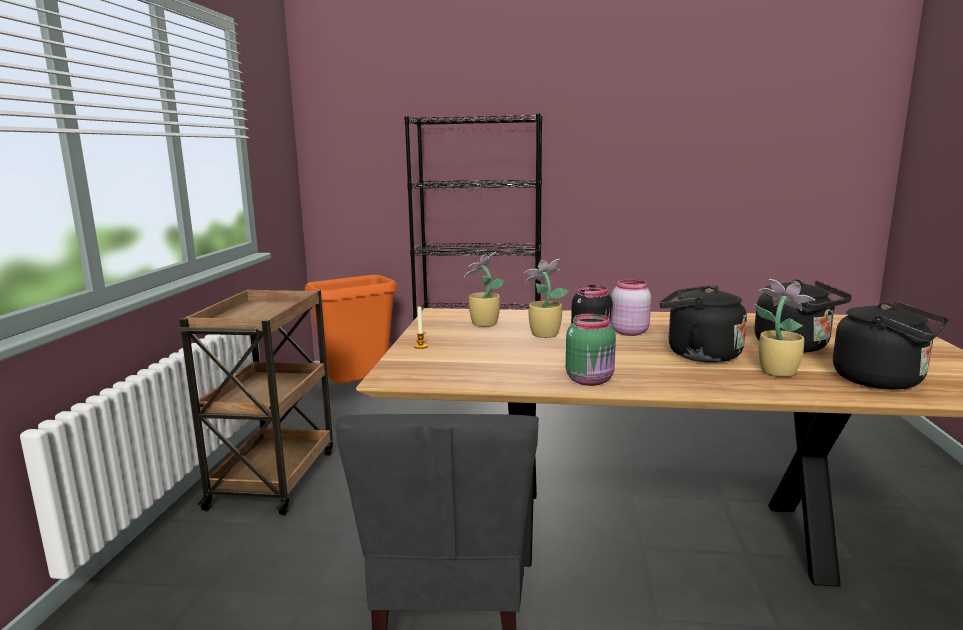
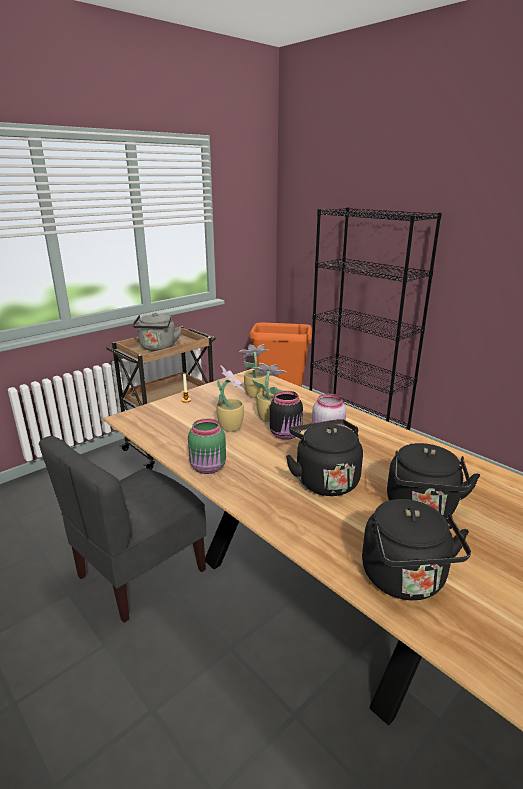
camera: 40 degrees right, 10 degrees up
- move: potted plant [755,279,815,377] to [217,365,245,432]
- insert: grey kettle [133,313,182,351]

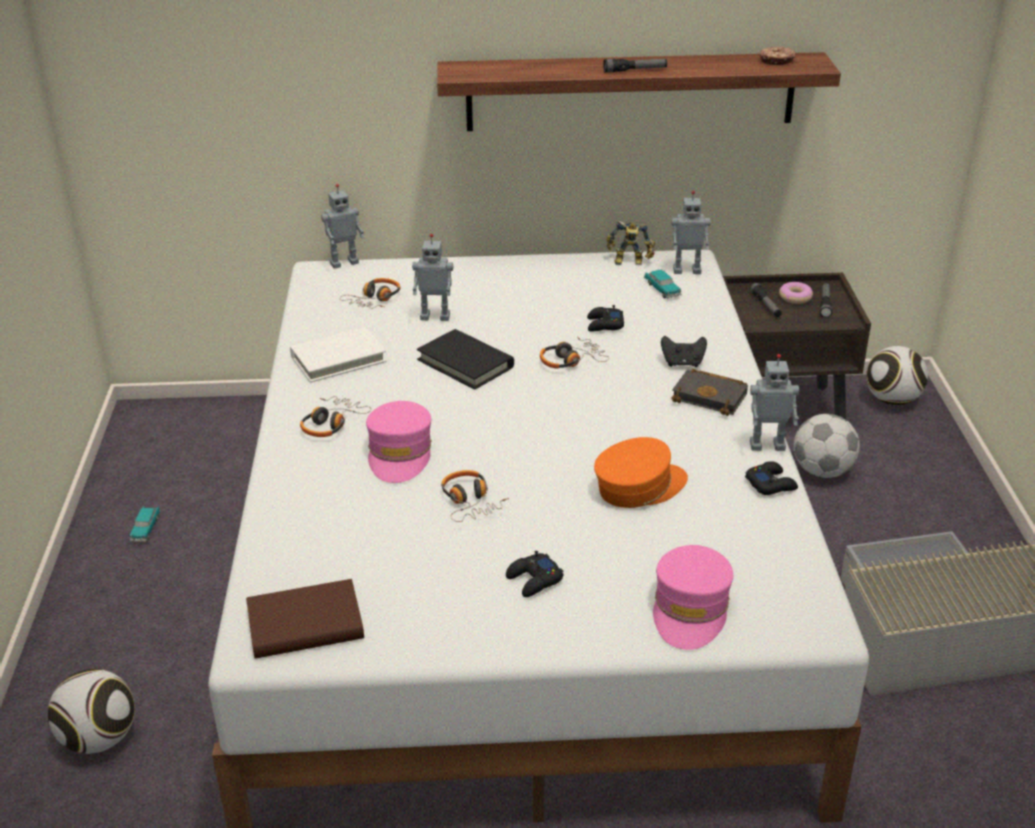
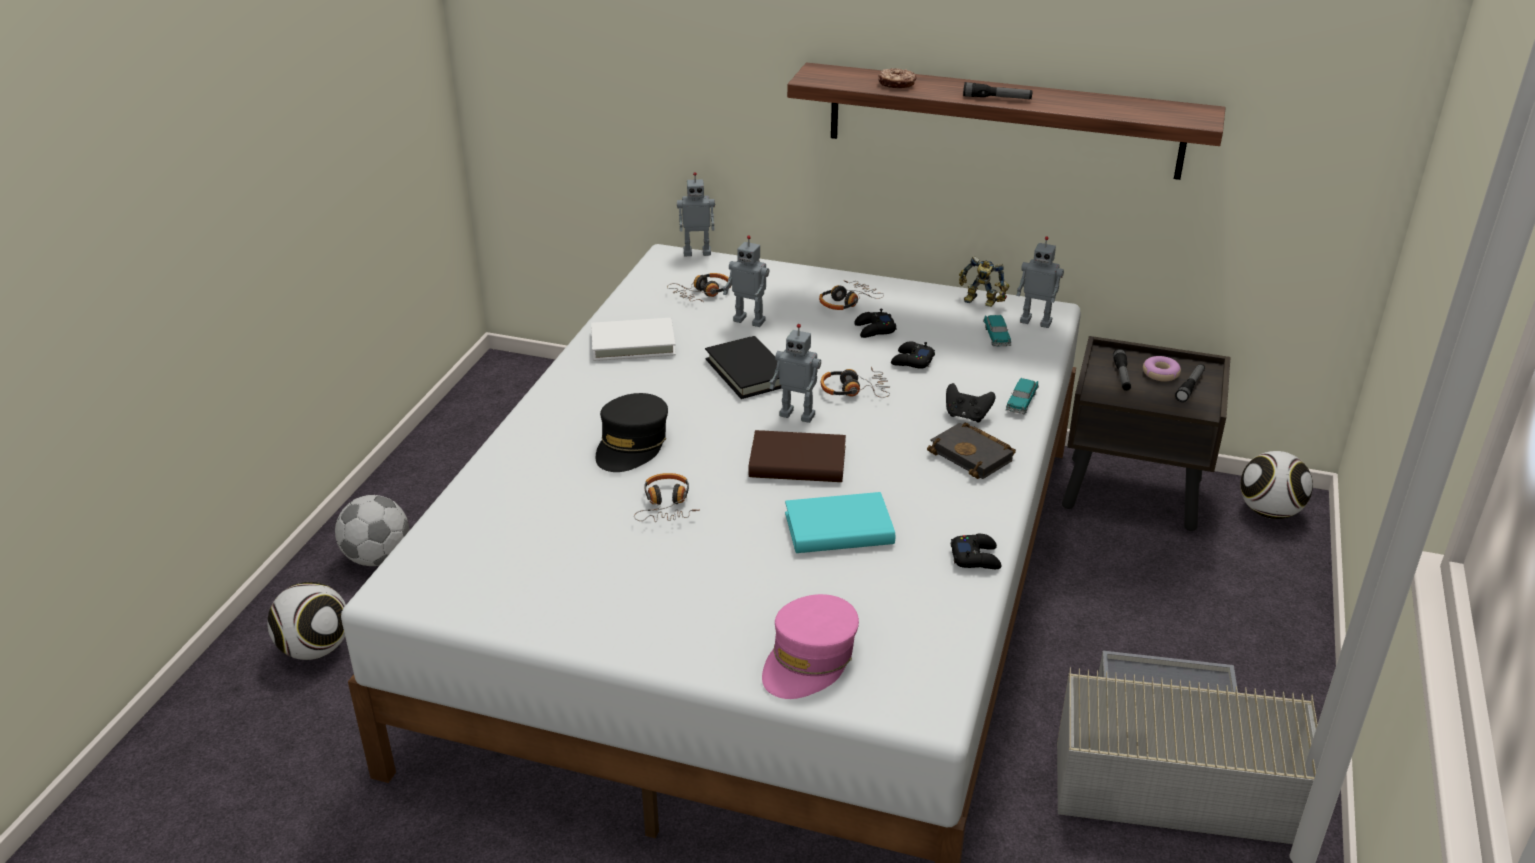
camera: 20 degrees right, 0 degrees up
- move: donut [760,46,796,65] to [878,68,917,88]
- move: toy robot [750,354,799,451] to [770,324,821,423]
- move: headphones [300,396,371,437] to [819,280,884,310]
- recolor: pink cap [366,401,432,483] to black cap [596,393,668,472]
- move: football [794,414,860,478] to [335,495,409,566]
- replace: orange cap [594,437,688,508] to turquoise book [785,492,895,553]
- move: toy car [130,506,161,542] to [1006,377,1039,414]
- move: black game controller [506,551,564,597] to [854,309,896,338]
- move: brown book [246,579,364,659] to [749,430,846,482]

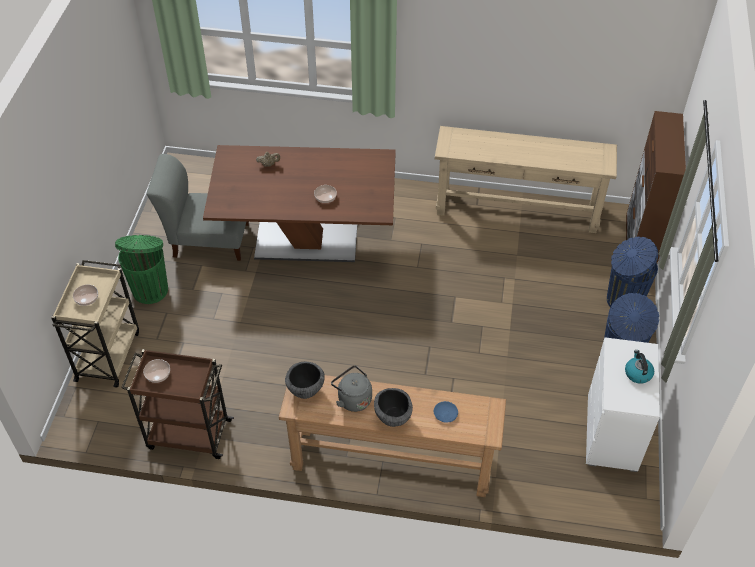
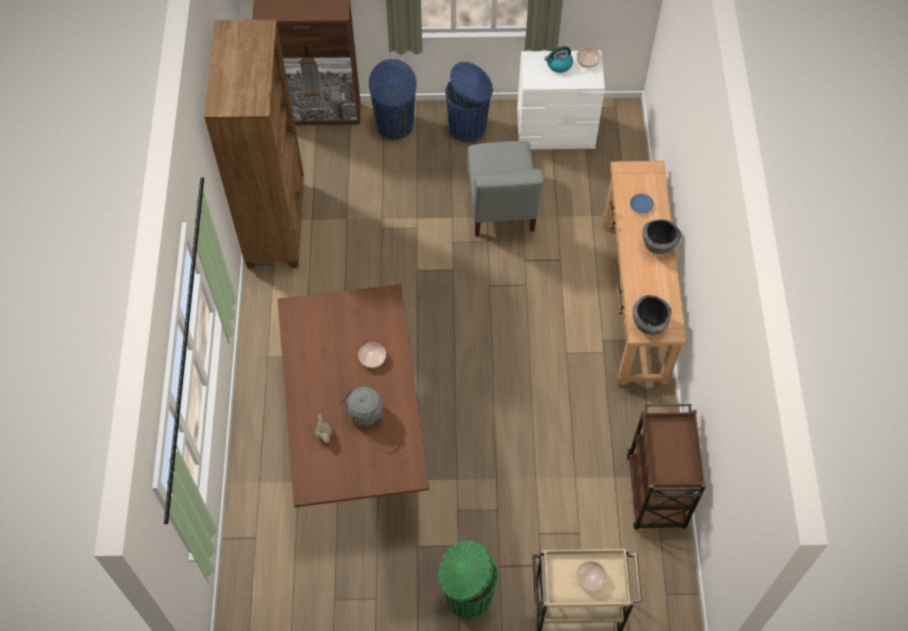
camera: 100 degrees left, 10 degrees up
- replace: beige console table [435,126,617,233] to brown bookcase [204,20,304,268]
- move: grey chair [147,154,249,261] to [467,141,544,236]
- move: bowl [143,359,170,383] to [576,47,601,68]
- move: grey kettle [331,365,372,412] to [339,387,385,427]

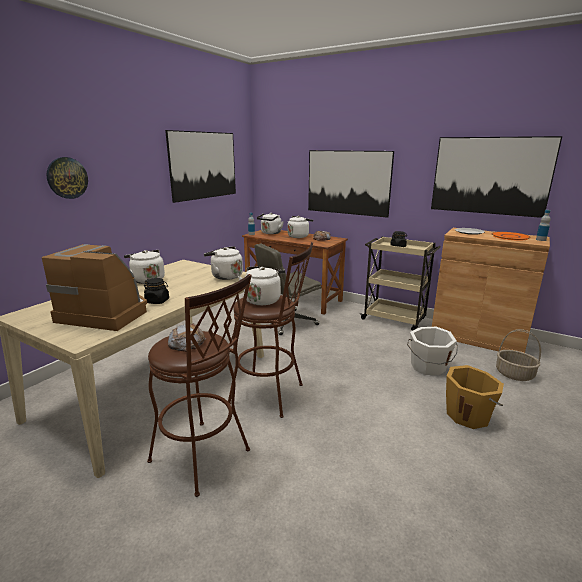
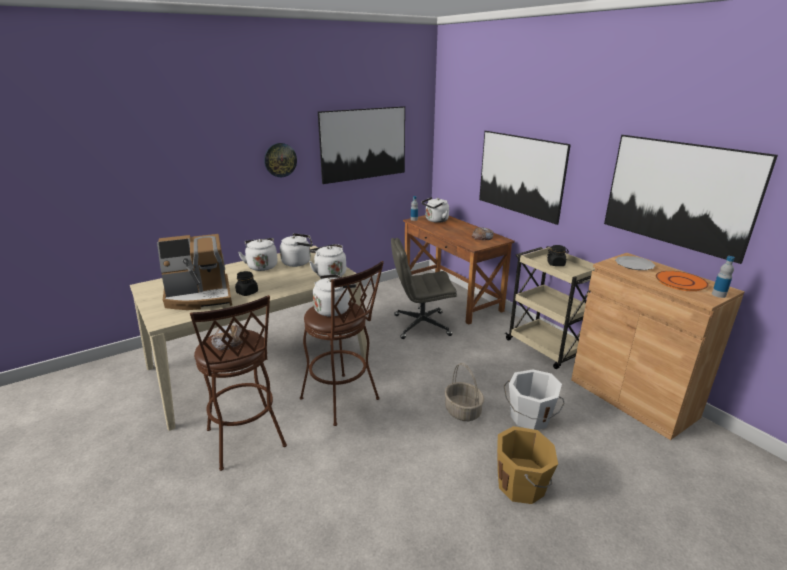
camera: 25 degrees right, 5 degrees up
- move: wall clock [47,157,88,199] to [264,143,297,177]
- move: white kettle [288,216,313,238] to [280,233,313,267]
- rotate: coffee machine [42,244,147,331] = [157,234,232,310] 120 degrees clockwise
- move: basket [496,329,541,381] to [444,363,484,421]

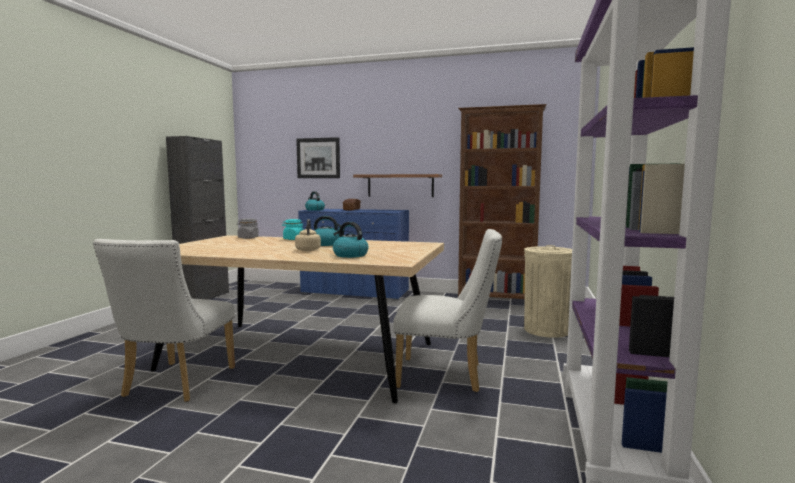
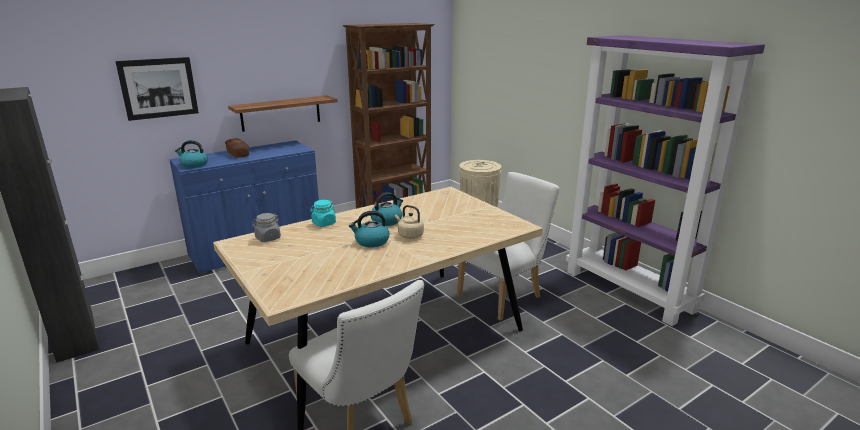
camera: 50 degrees left, 15 degrees up
- move: kettle [333,222,369,258] to [349,211,389,248]

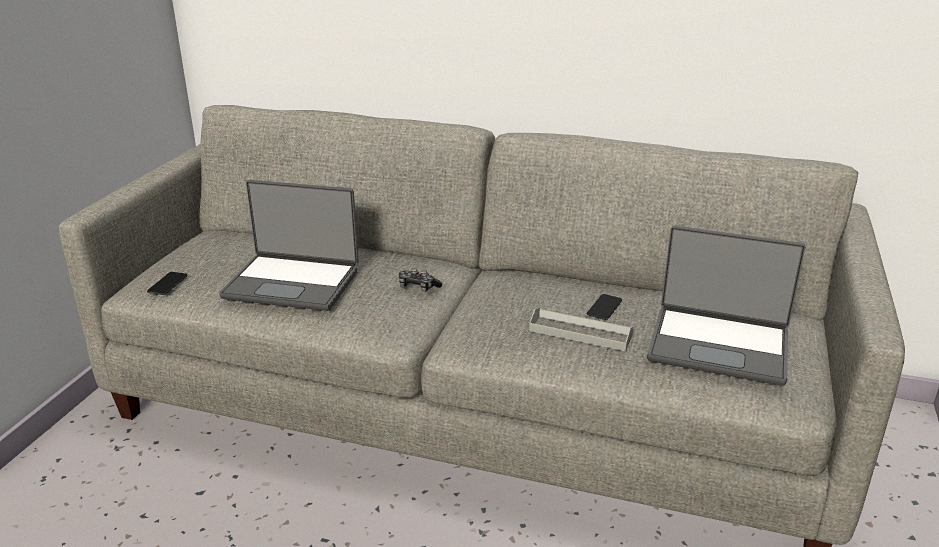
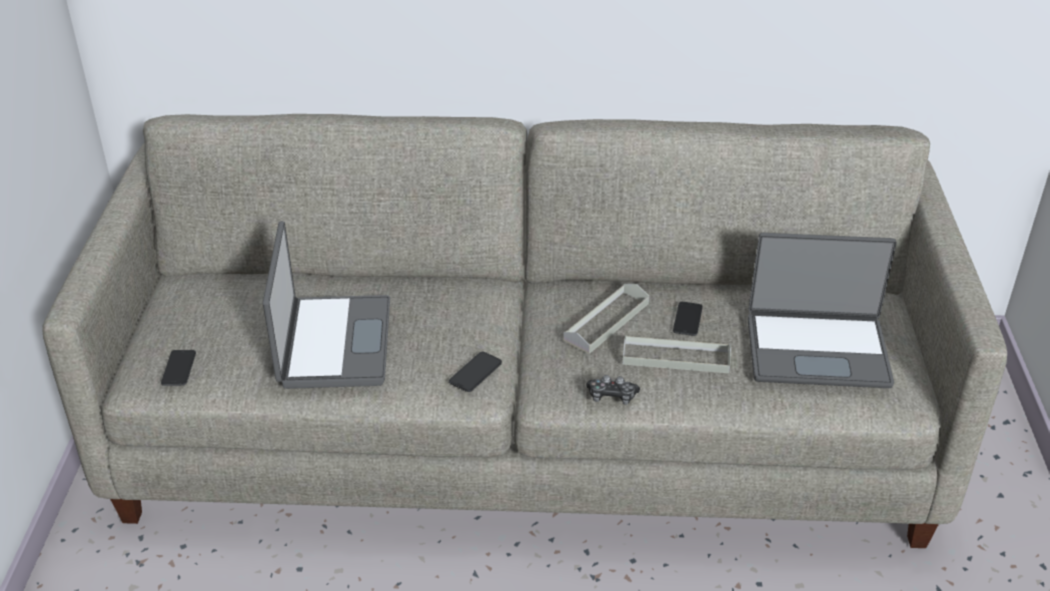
camera: 15 degrees left, 10 degrees up
- rotate: laptop [219,180,359,311] = [263,221,390,389] 90 degrees counterclockwise
- move: game controller [399,268,442,292] to [586,375,640,405]
- insert: grey tray [563,284,649,354]
- insert: phone [449,352,502,392]

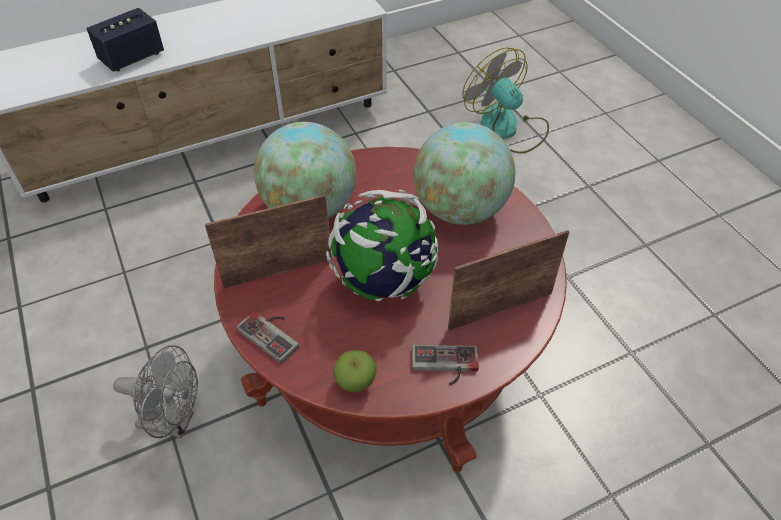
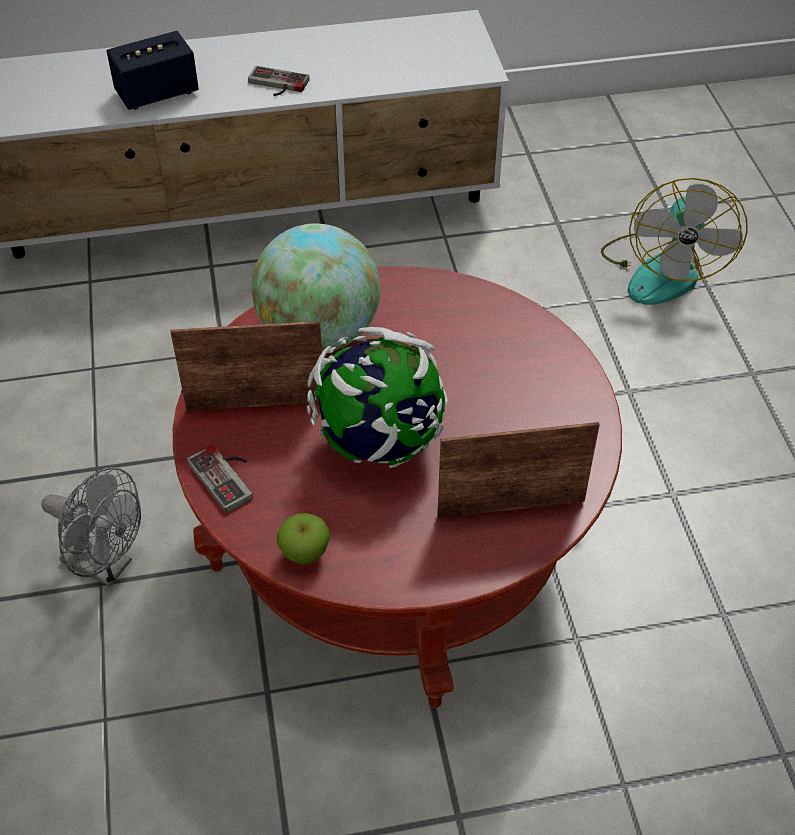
camera: 15 degrees right, 0 degrees up
- rotate: fan [463,47,549,153] = [601,178,748,305] 150 degrees counterclockwise
- delete: globe [413,122,515,225]
- move: game controller [412,345,479,385] to [248,66,309,96]

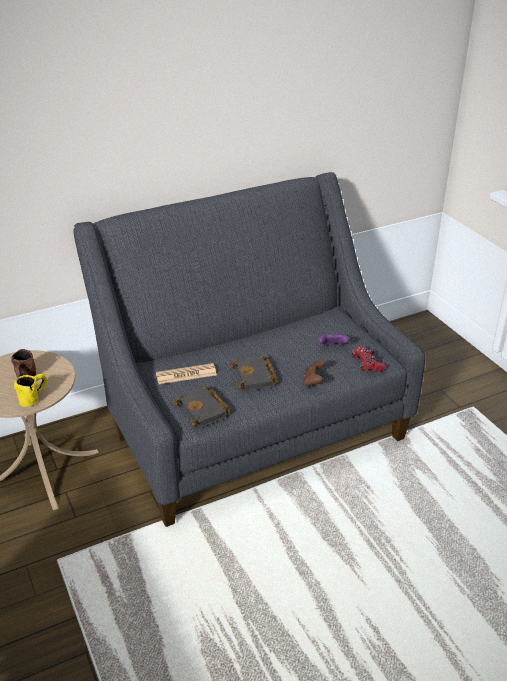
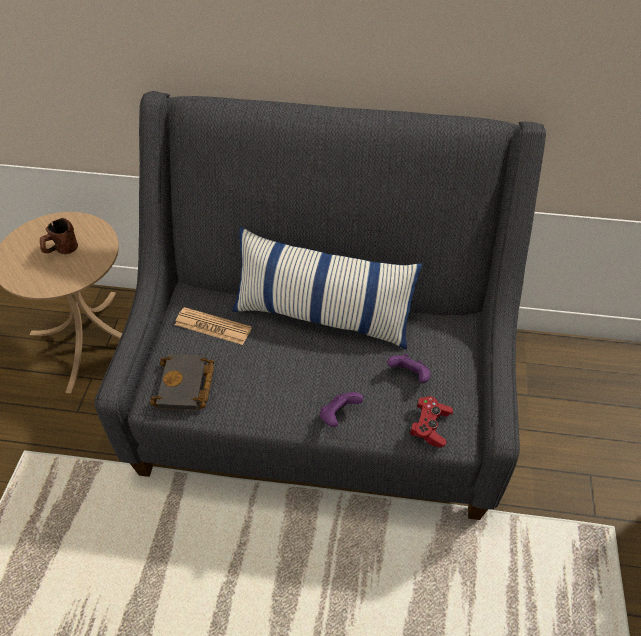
camera: 35 degrees right, 15 degrees up
- delete: black book [230,355,278,391]
- recolor: brown game controller [303,360,325,388] to purple game controller [319,392,363,427]
- delete: yellow mug [14,374,47,407]
- insert: pillow [232,227,422,349]

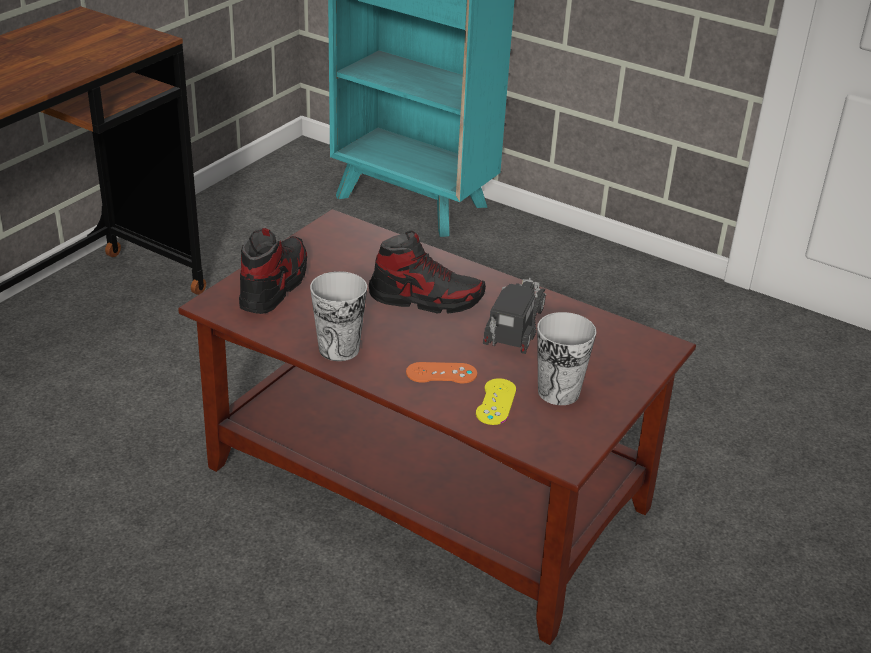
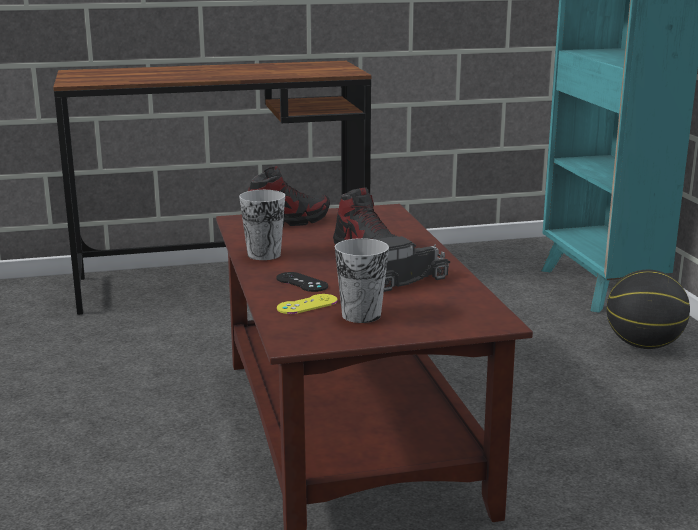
camera: 45 degrees right, 15 degrees down
- recolor: orange game controller [406,362,477,384] to black game controller [276,272,328,292]
- insert: basketball [607,270,690,349]

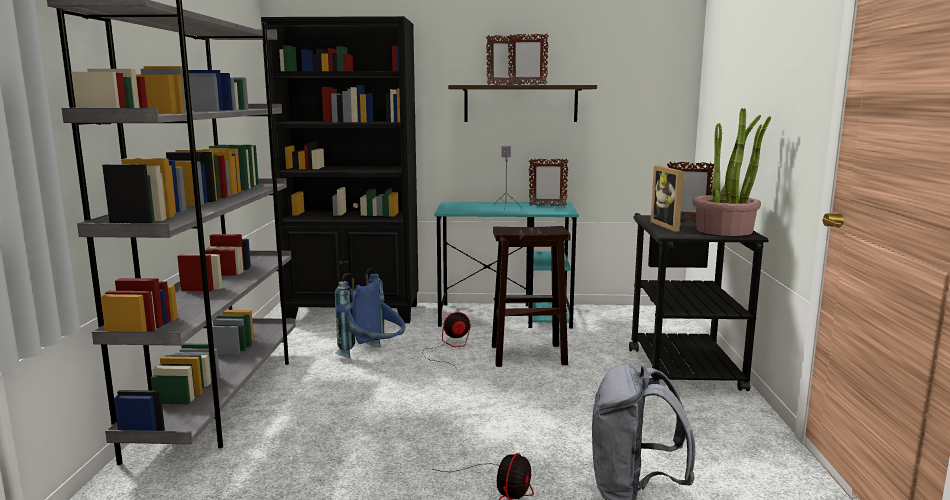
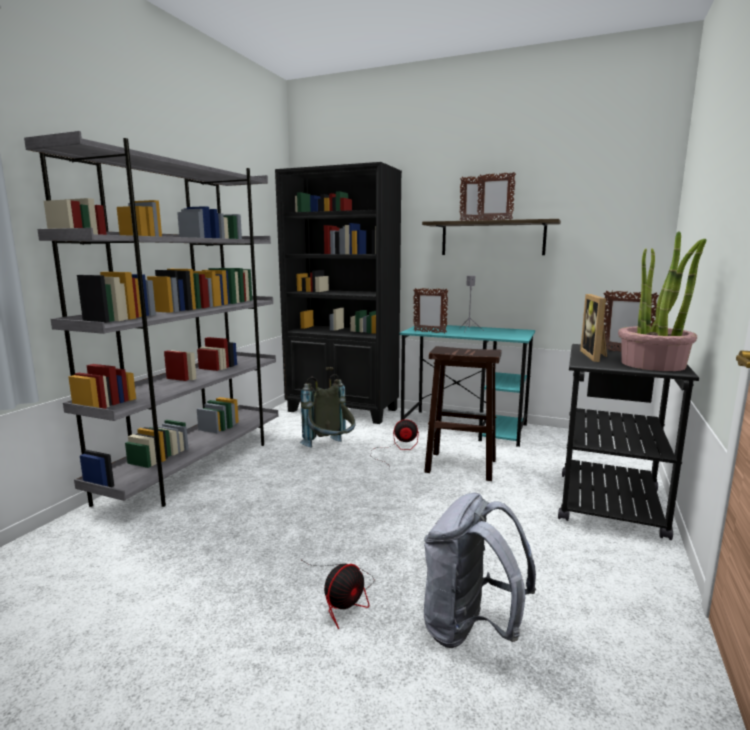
camera: 20 degrees right, 0 degrees up
- move: picture frame [529,159,569,207] to [413,288,448,334]
- recolor: blue backpack [335,268,405,358] to grey backpack [300,374,356,448]

